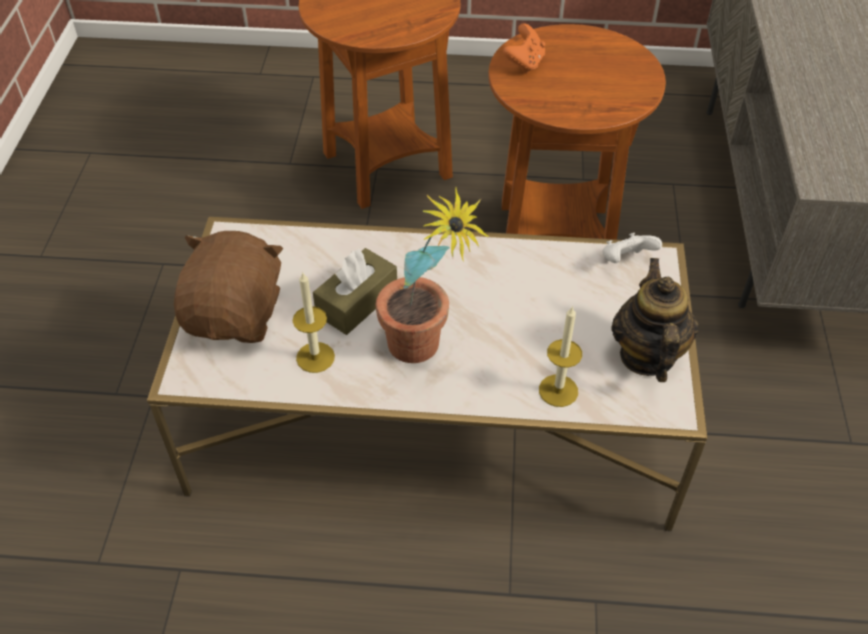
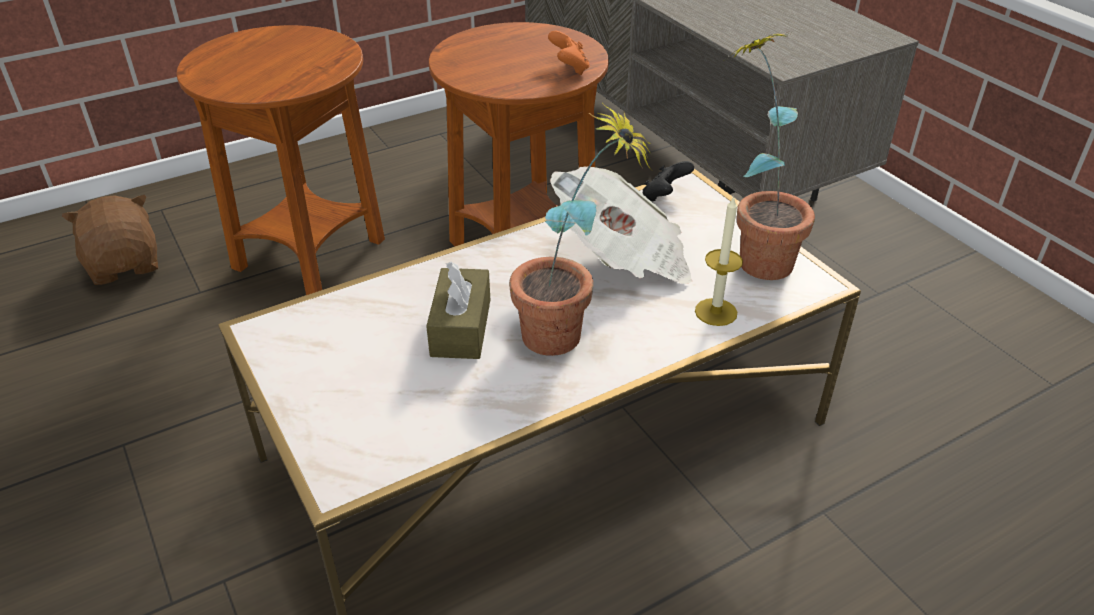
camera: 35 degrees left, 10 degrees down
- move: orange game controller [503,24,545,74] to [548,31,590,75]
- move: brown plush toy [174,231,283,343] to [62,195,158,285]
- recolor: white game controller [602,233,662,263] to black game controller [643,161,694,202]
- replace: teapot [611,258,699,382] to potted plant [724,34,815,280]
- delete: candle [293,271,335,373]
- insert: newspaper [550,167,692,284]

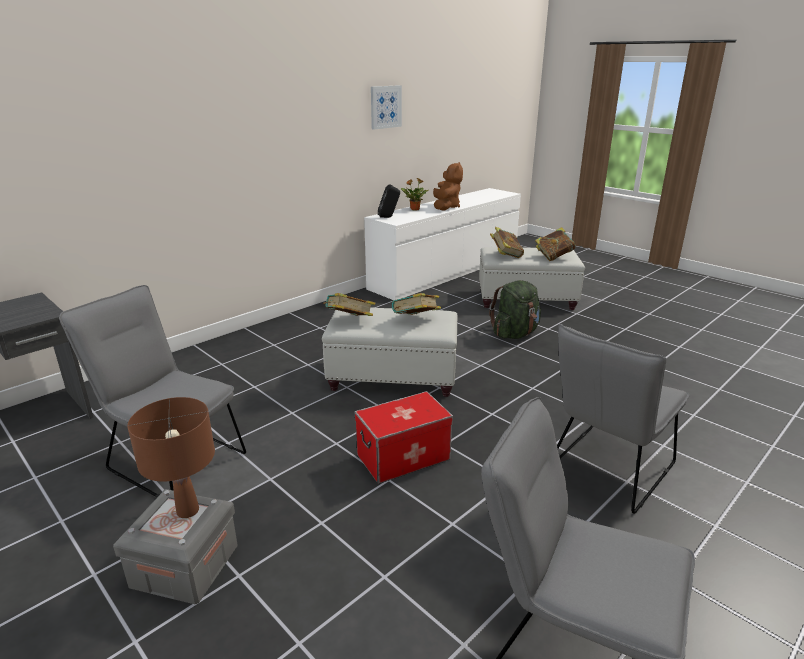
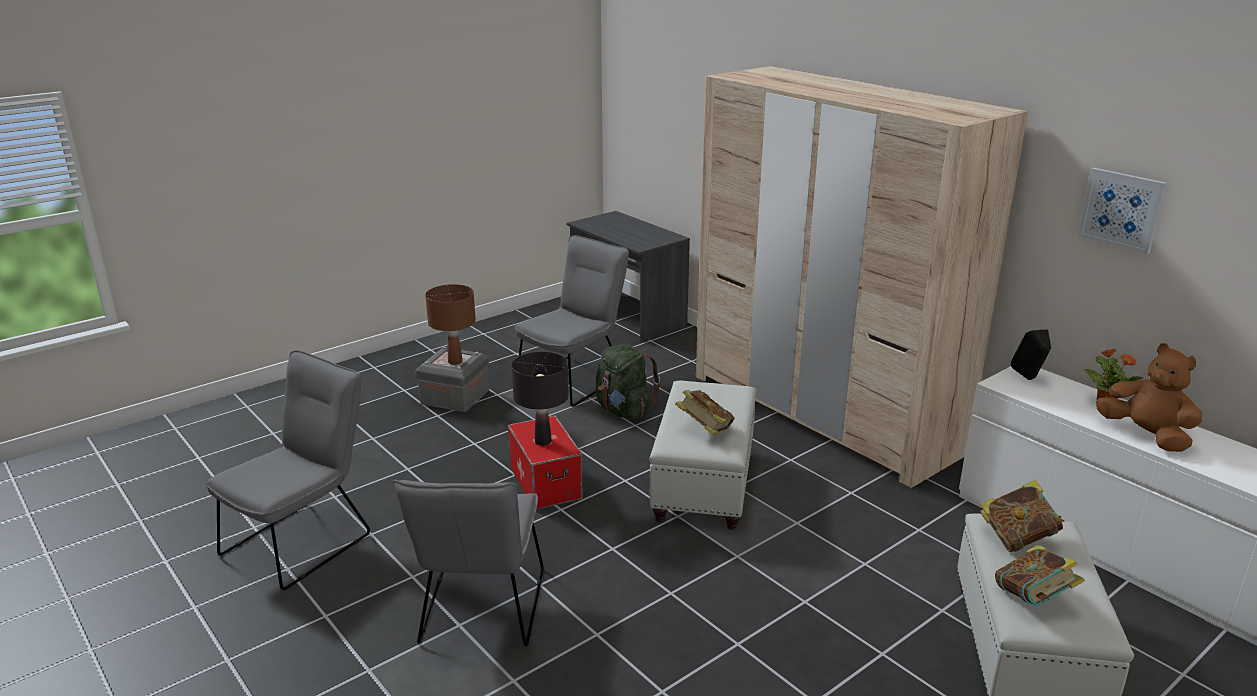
camera: 95 degrees right, 0 degrees up
- rotate: brown plush toy [433,162,463,211] = [1096,343,1202,452] 135 degrees counterclockwise
- move: green backpack [489,280,541,339] to [596,343,660,419]
- delete: book [323,293,375,316]
- rotate: grey chair [557,324,689,514] = [393,480,544,646] 135 degrees counterclockwise
- insert: beige wardrobe [696,66,1028,488]
- insert: black table lamp [512,352,569,446]

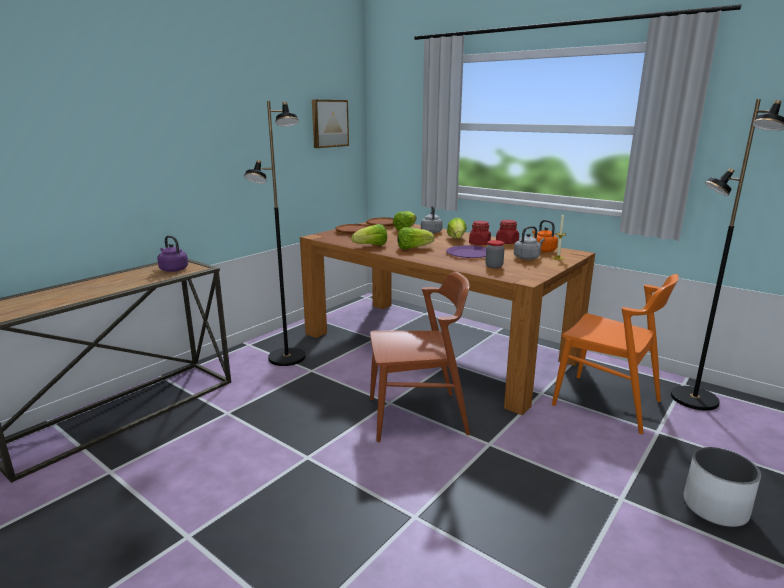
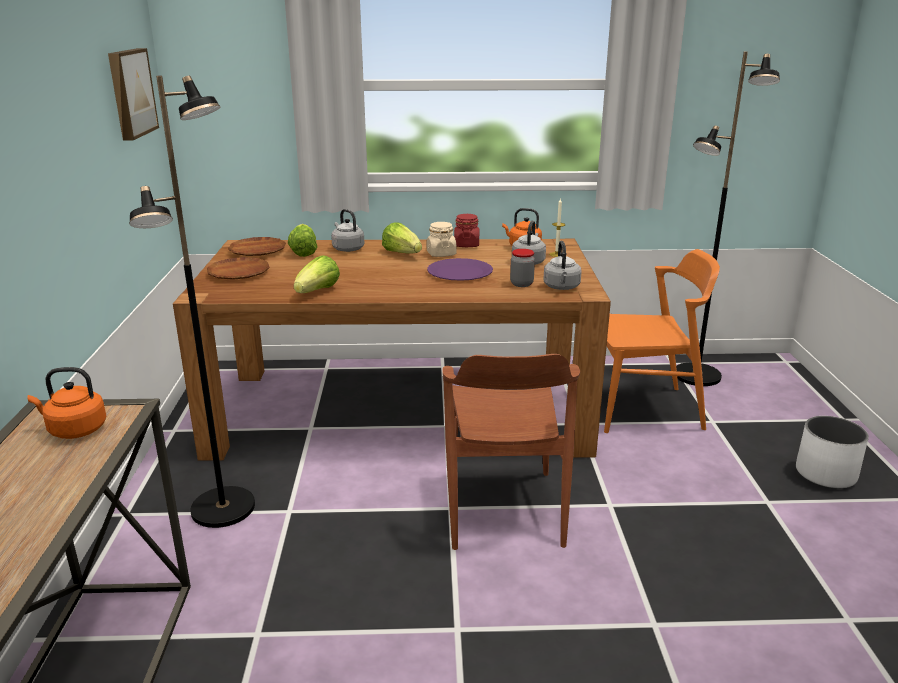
camera: 40 degrees left, 5 degrees up
- recolor: red jar [469,221,491,245] to beige jar [427,222,456,257]
- delete: lettuce [397,227,434,249]
- recolor: purple kettle [157,235,188,272] to orange kettle [27,367,107,439]
- rotate: brown chair [370,272,470,442] = [442,354,580,550] 135 degrees clockwise
- insert: grey kettle [543,241,581,290]

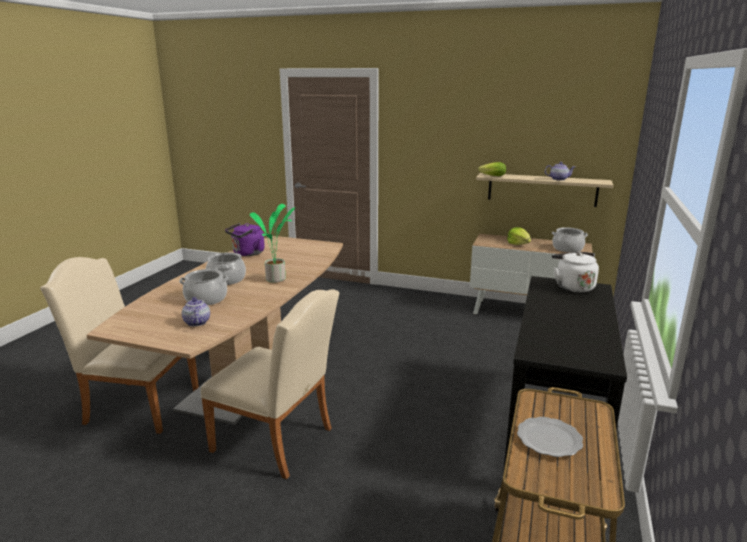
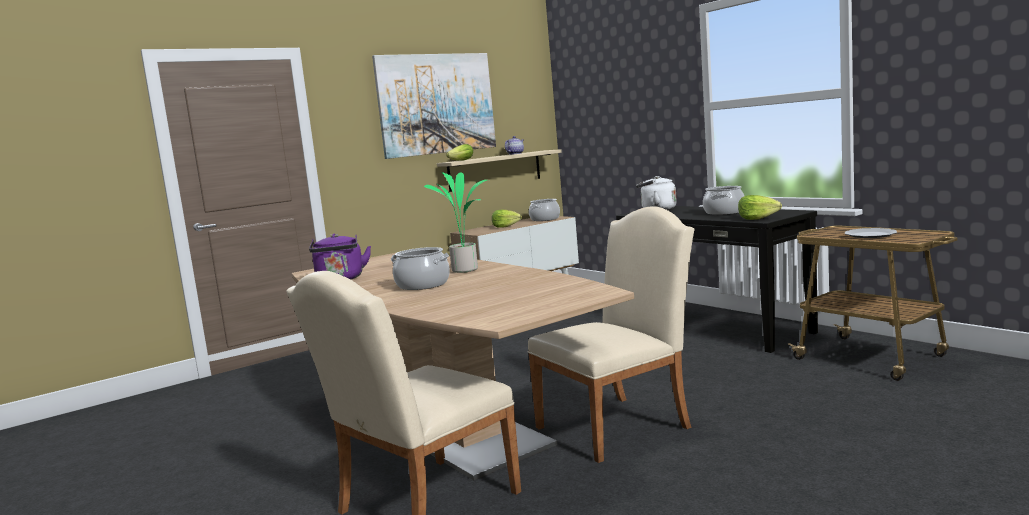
camera: 55 degrees left, 10 degrees down
- move: cooking pot [179,269,229,305] to [703,186,744,215]
- delete: teapot [182,297,210,326]
- insert: picture [372,53,496,159]
- insert: lettuce [738,195,782,220]

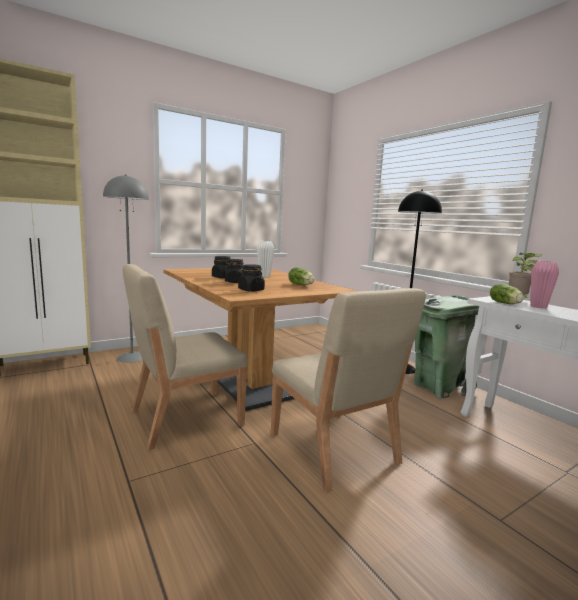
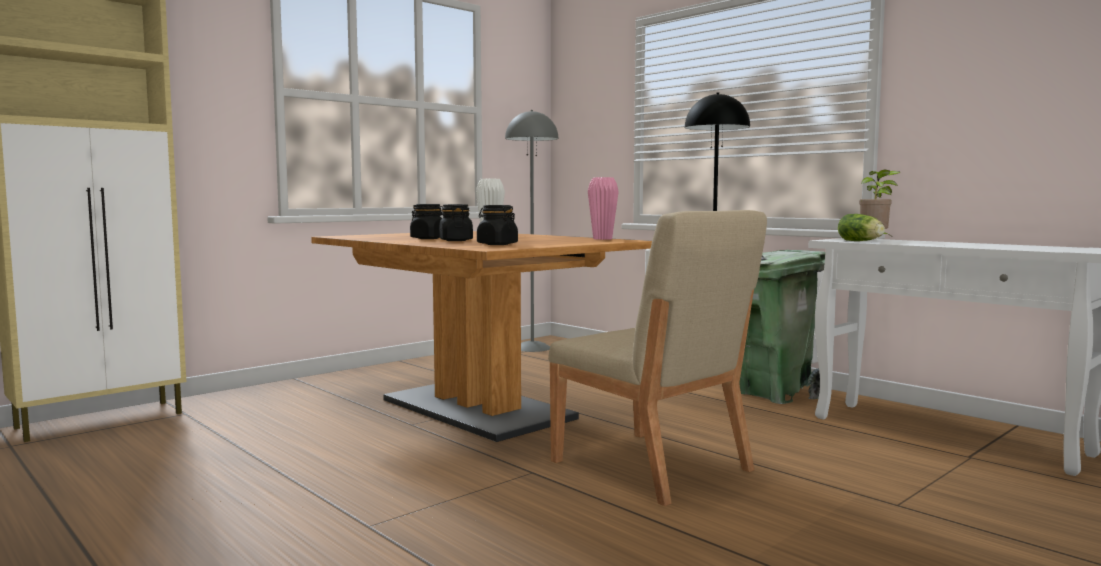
camera: 10 degrees left, 5 degrees down
- move: grey floor lamp [103,174,149,363] to [505,110,559,352]
- move: pink vase [530,261,559,309] to [588,177,619,240]
- delete: beige chair [123,264,248,450]
- delete: lettuce [288,267,315,285]

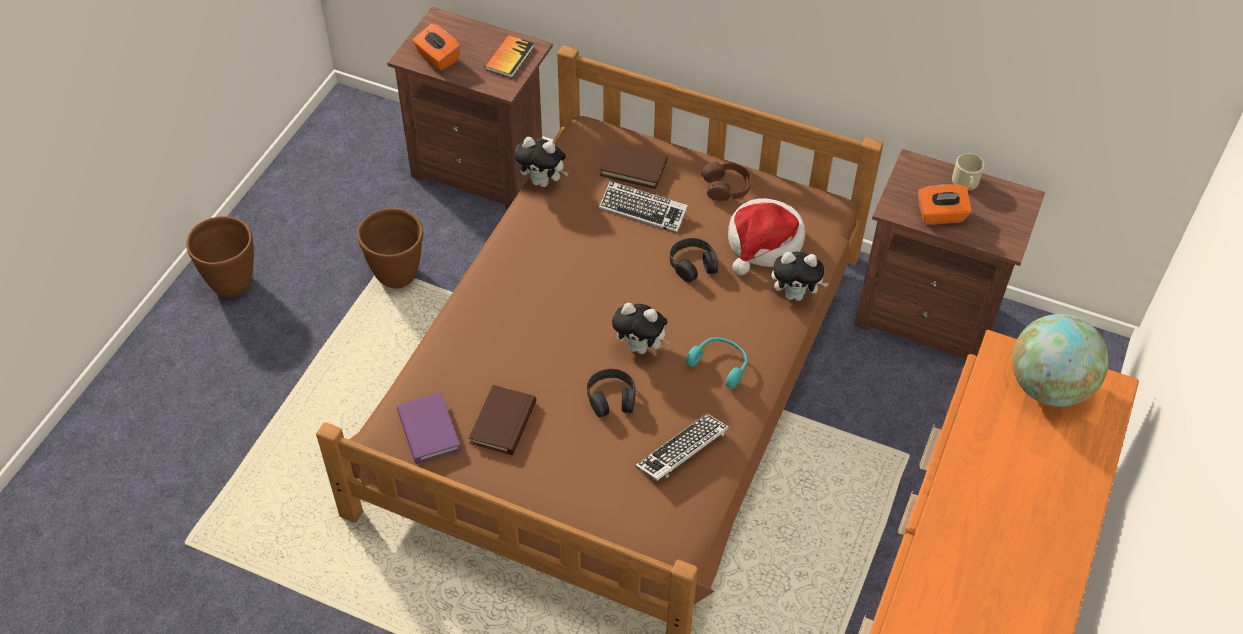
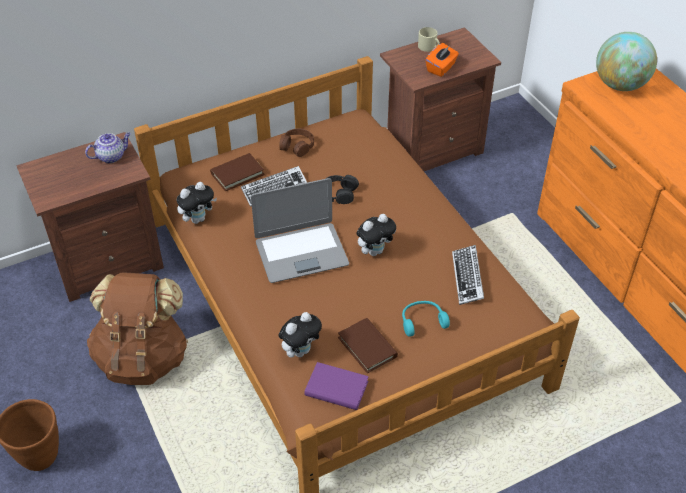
camera: 50 degrees left, 5 degrees down
- delete: orange tissue box [412,23,460,71]
- replace: book [484,35,534,78] to teapot [85,133,131,163]
- delete: hat [728,198,805,276]
- replace: brown planter [357,208,423,289] to brown backpack [87,272,188,385]
- move: plush toy [771,251,829,301] to [278,312,322,358]
- move: turquoise headphones [686,337,747,389] to [402,301,450,337]
- delete: black headphones [587,369,636,418]
- insert: laptop [251,178,349,283]

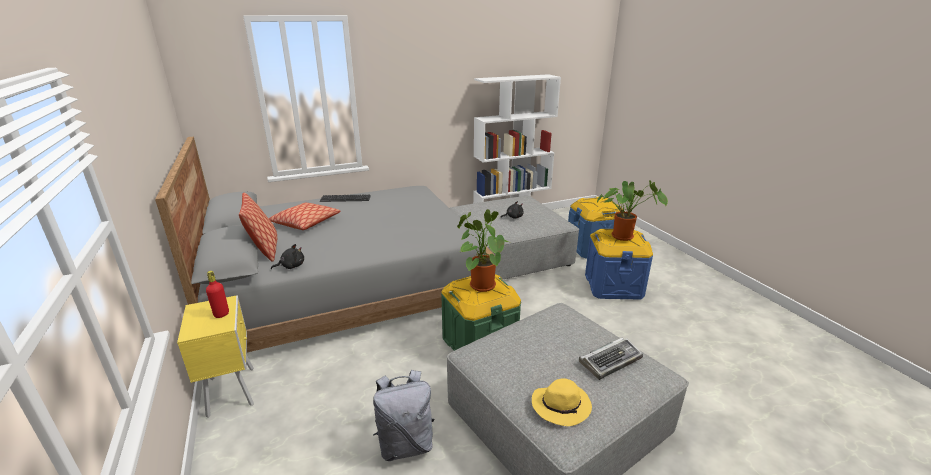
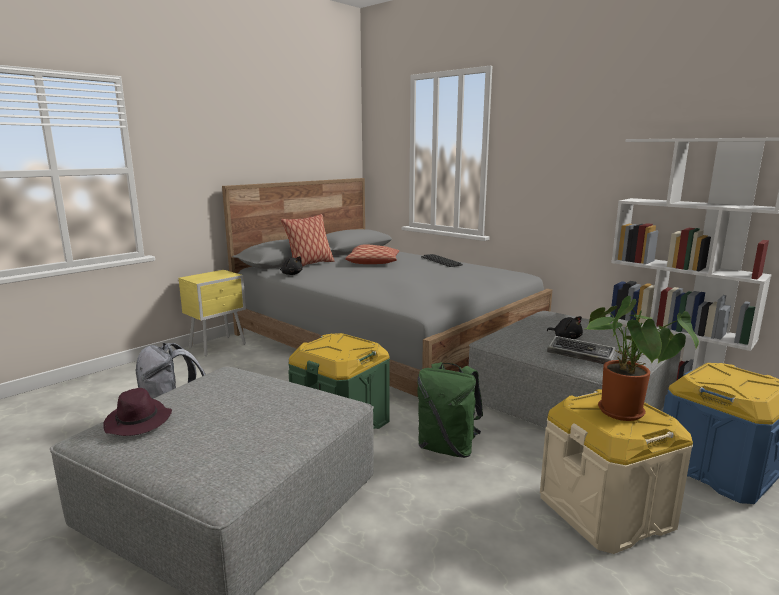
camera: 65 degrees right, 10 degrees down
- delete: potted plant [457,209,509,292]
- recolor: blue storage box [585,229,653,299] to beige storage box [540,389,693,554]
- delete: red bottle [206,271,229,318]
- move: keyboard [579,337,643,380] to [547,336,617,364]
- recolor: yellow hat [532,378,592,426] to purple hat [103,388,172,436]
- insert: green backpack [417,362,483,458]

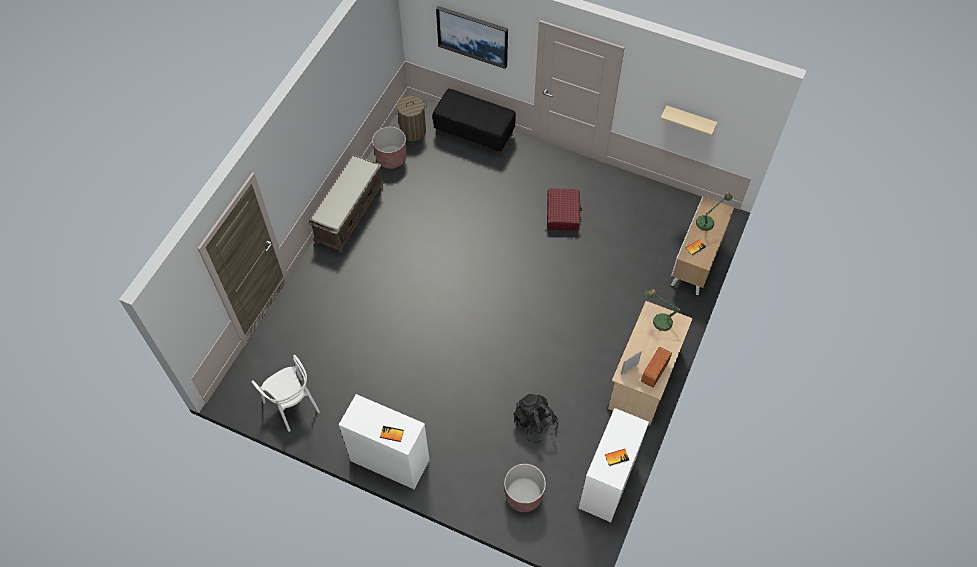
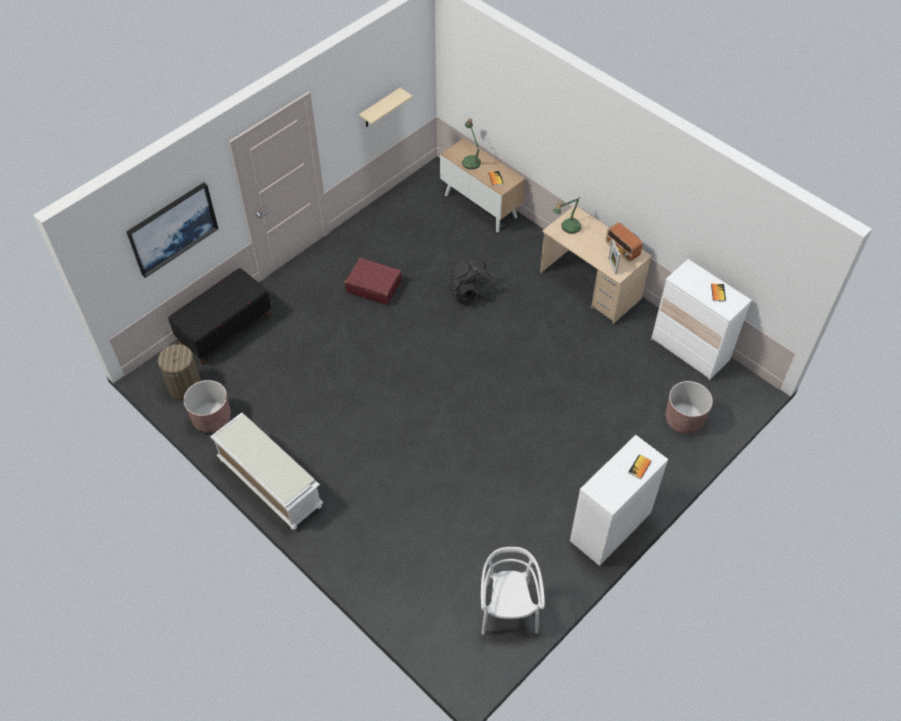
camera: 70 degrees left, 5 degrees down
- recolor: brown bench [308,154,384,253] to white bench [210,413,324,530]
- rotate: white chair [251,355,320,432] = [481,547,545,635] 75 degrees counterclockwise
- move: black backpack [513,394,559,443] to [448,258,494,303]

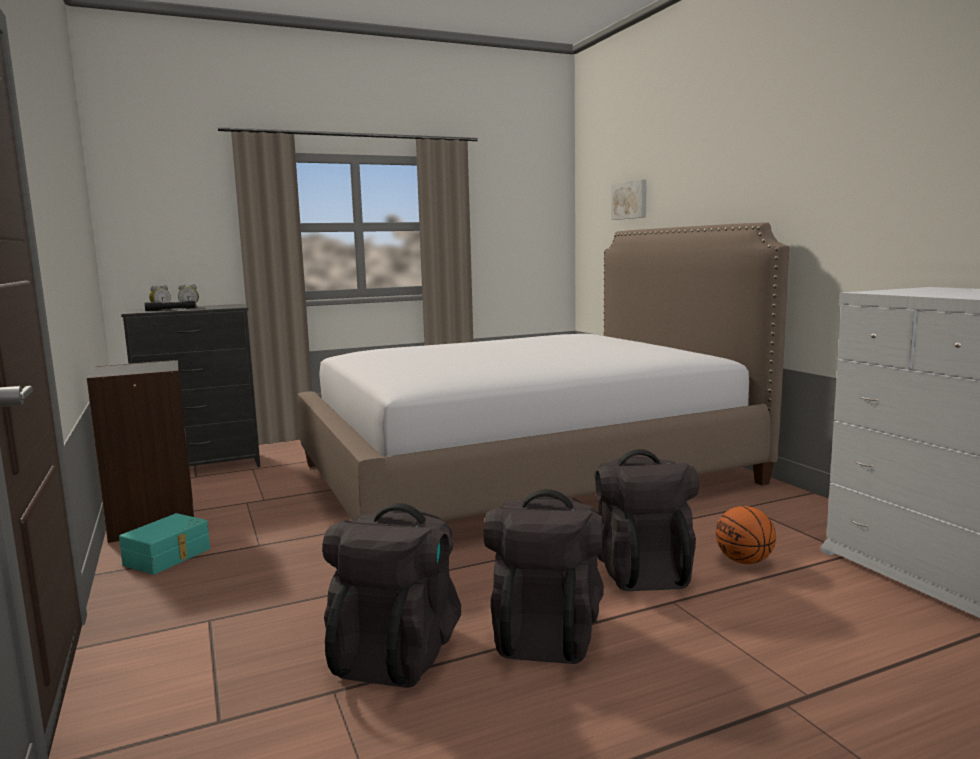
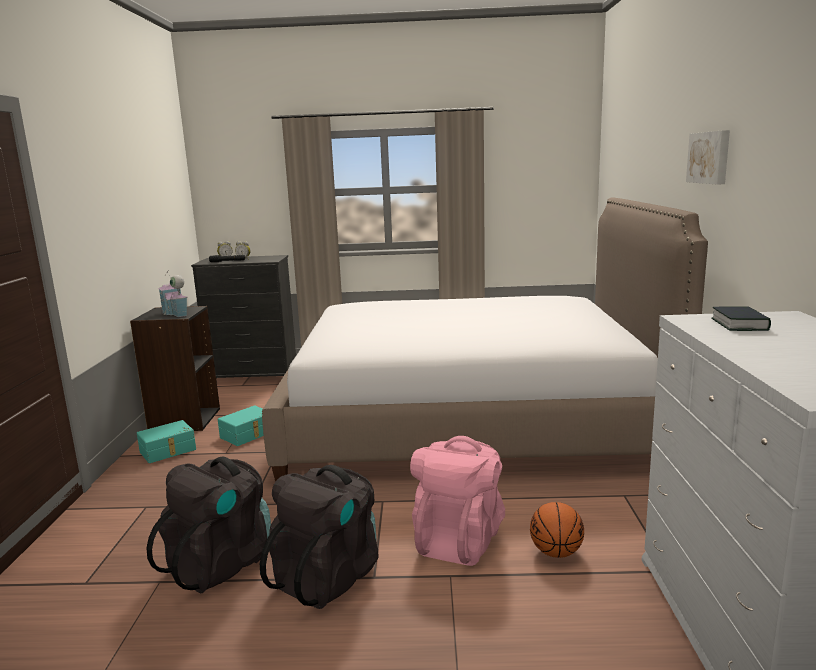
camera: 25 degrees right, 5 degrees up
- move: picture [611,180,647,220] to [686,130,730,185]
- recolor: black backpack [594,449,699,591] to pink backpack [410,436,505,566]
- insert: toy house [158,270,188,317]
- insert: book [711,307,771,331]
- insert: turquoise storage box [218,405,264,446]

